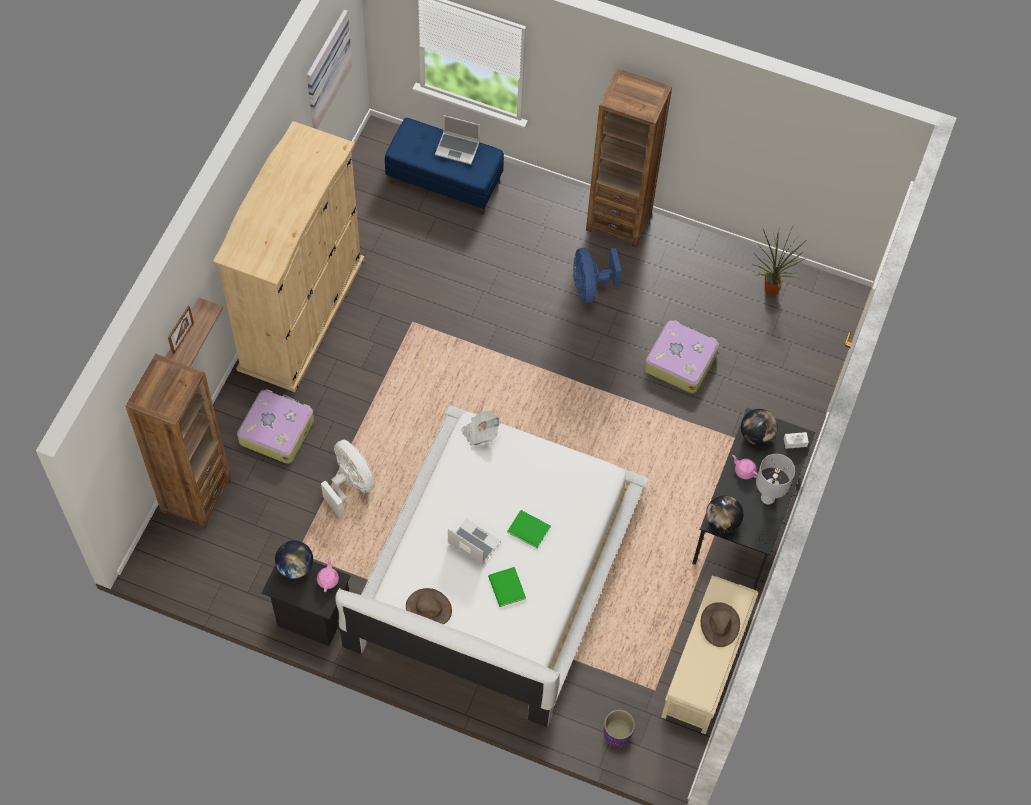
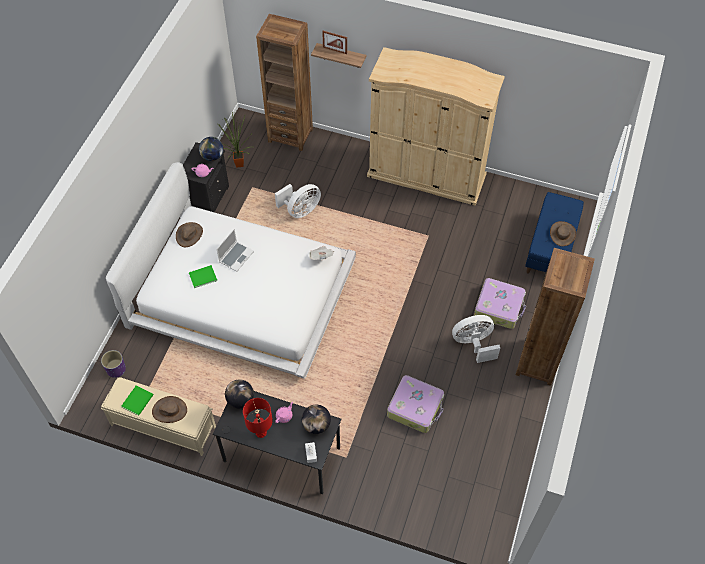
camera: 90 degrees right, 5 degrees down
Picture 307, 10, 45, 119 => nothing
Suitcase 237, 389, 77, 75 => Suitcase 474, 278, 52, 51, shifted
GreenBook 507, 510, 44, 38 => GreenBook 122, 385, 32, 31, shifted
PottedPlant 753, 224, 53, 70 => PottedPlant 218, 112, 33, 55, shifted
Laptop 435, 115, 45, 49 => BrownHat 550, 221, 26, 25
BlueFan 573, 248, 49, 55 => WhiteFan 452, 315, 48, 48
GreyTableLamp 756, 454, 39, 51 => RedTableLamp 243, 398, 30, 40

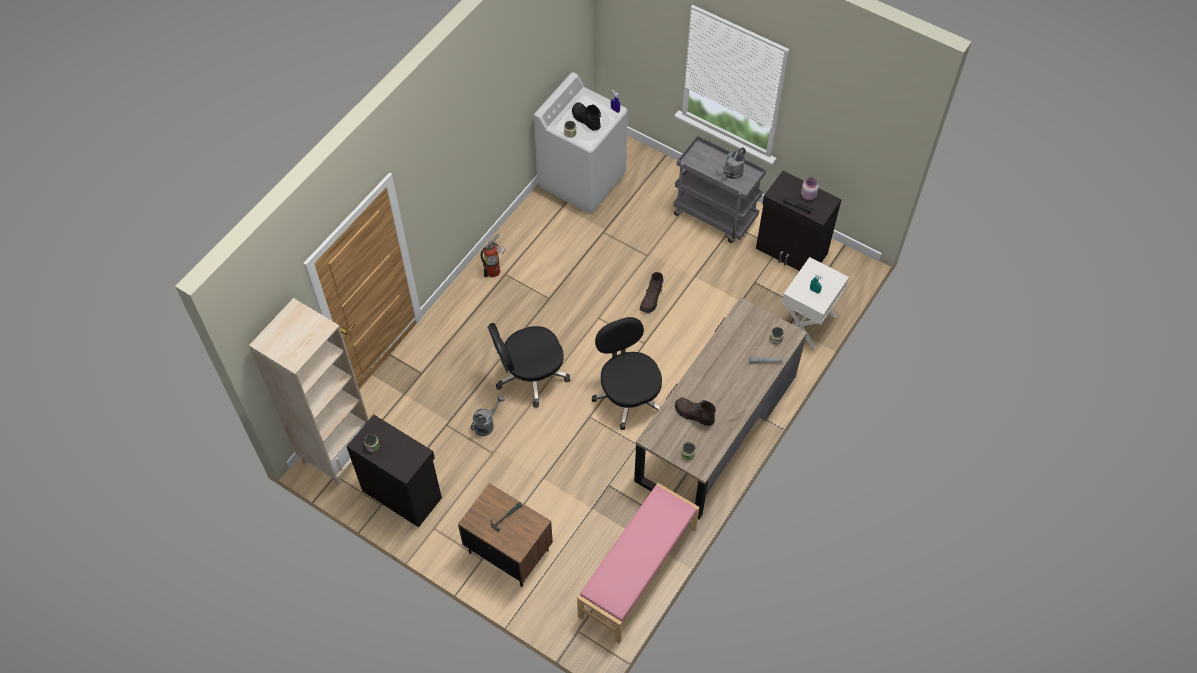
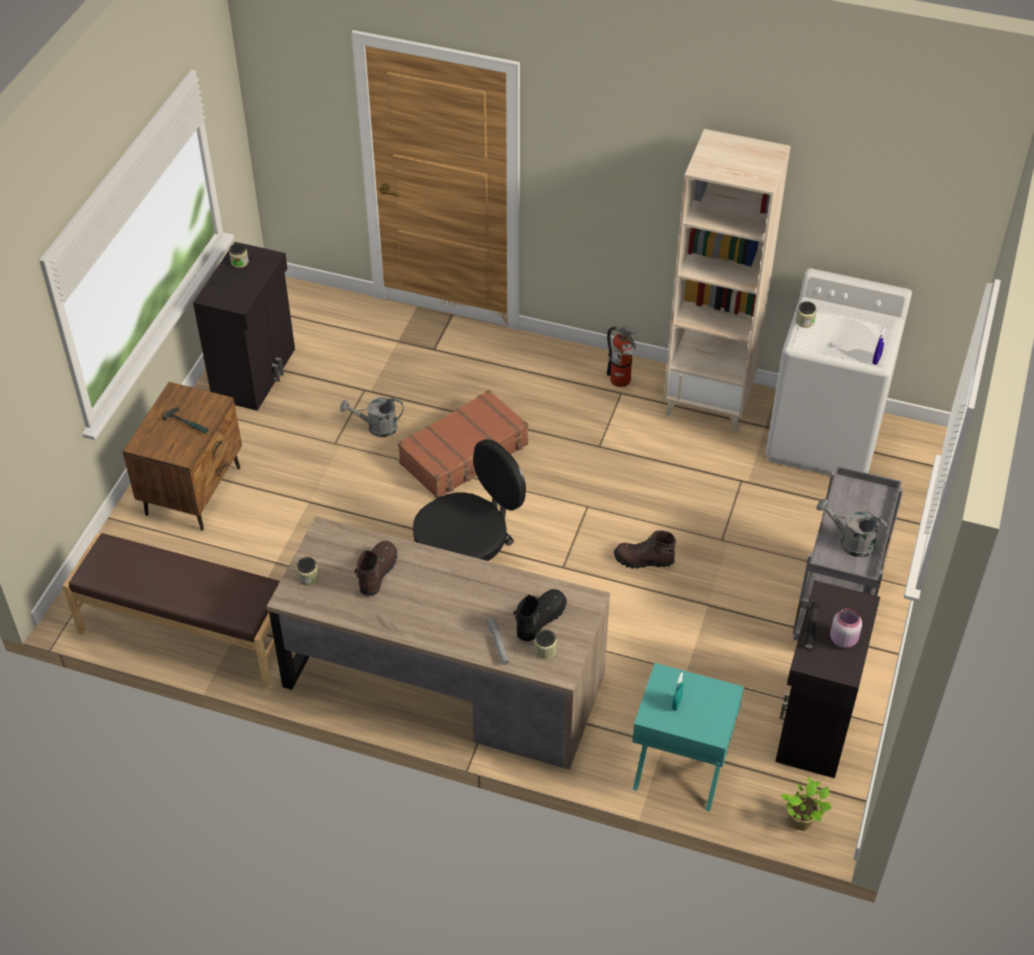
camera: 75 degrees right, 10 degrees down
nothing => PottedPlant 780, 777, 52, 53
BeigeBookcase 249, 298, 120, 188 => BeigeBookcase 664, 129, 127, 303, shifted
BlackBoot 572, 102, 29, 29 => BlackBoot 514, 589, 53, 53, shifted
BlackOfficeChair 488, 323, 82, 85 => BrownSuitcase 398, 390, 130, 108
PinkBench 577, 483, 123, 161 => BrownBench 63, 533, 217, 154
WhiteNightstand 782, 257, 67, 92 => TurquoiseNightstand 632, 663, 112, 149
GreyWateringCan 471, 395, 34, 41 => GreyWateringCan 340, 397, 63, 40, 150 degrees clockwise

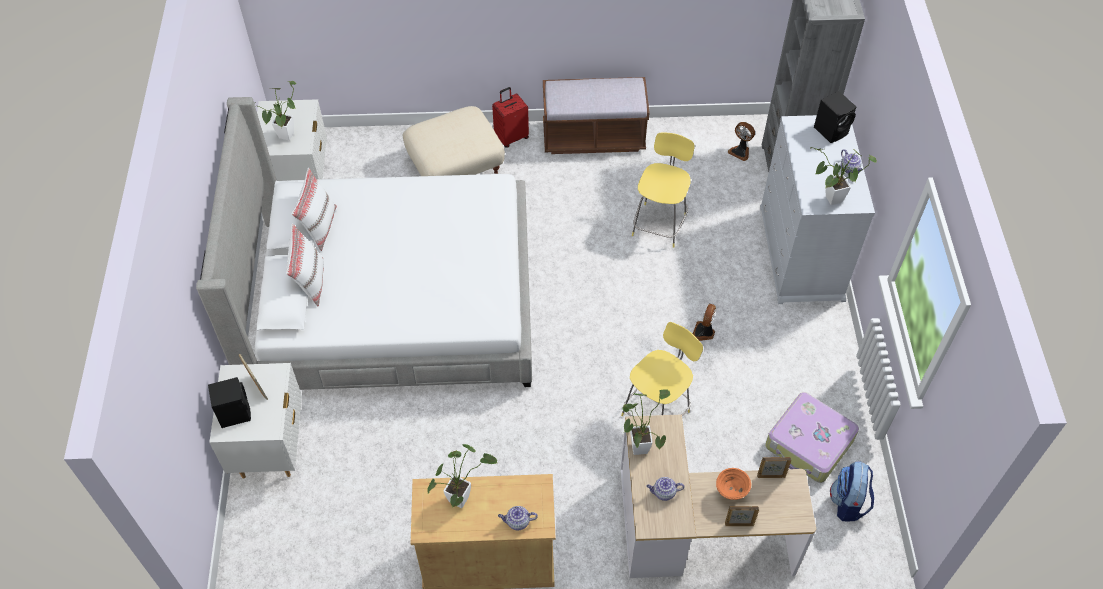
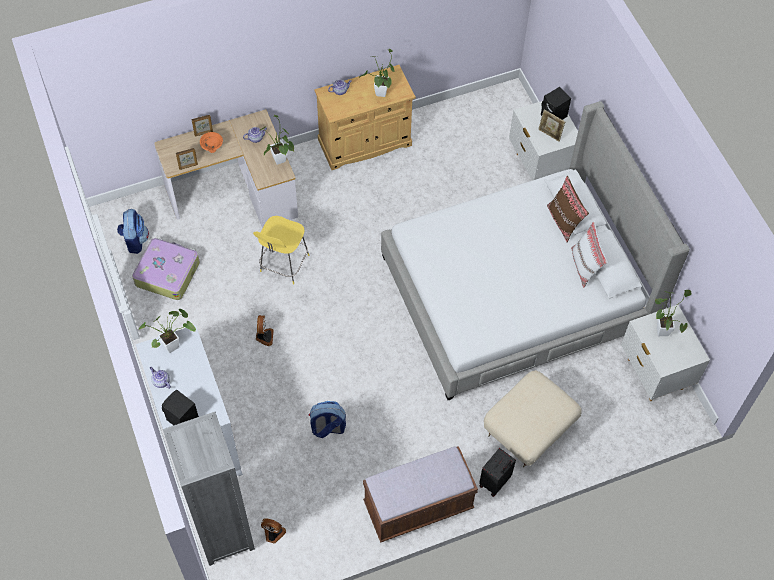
camera: 160 degrees right, 5 degrees up
YellowStool 632, 133, 63, 115 => Backpack 309, 401, 37, 38
WhitePillow 286, 223, 38, 83 => BrownPillow 547, 176, 42, 67
RedSuitcase 492, 87, 37, 60 => BlackSuitcase 479, 448, 37, 48

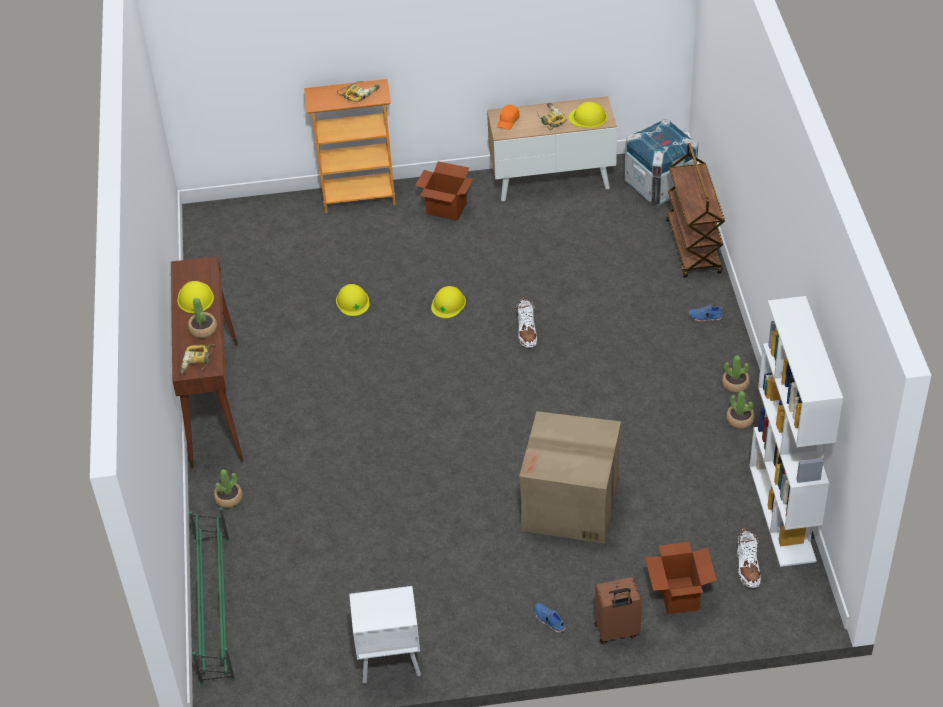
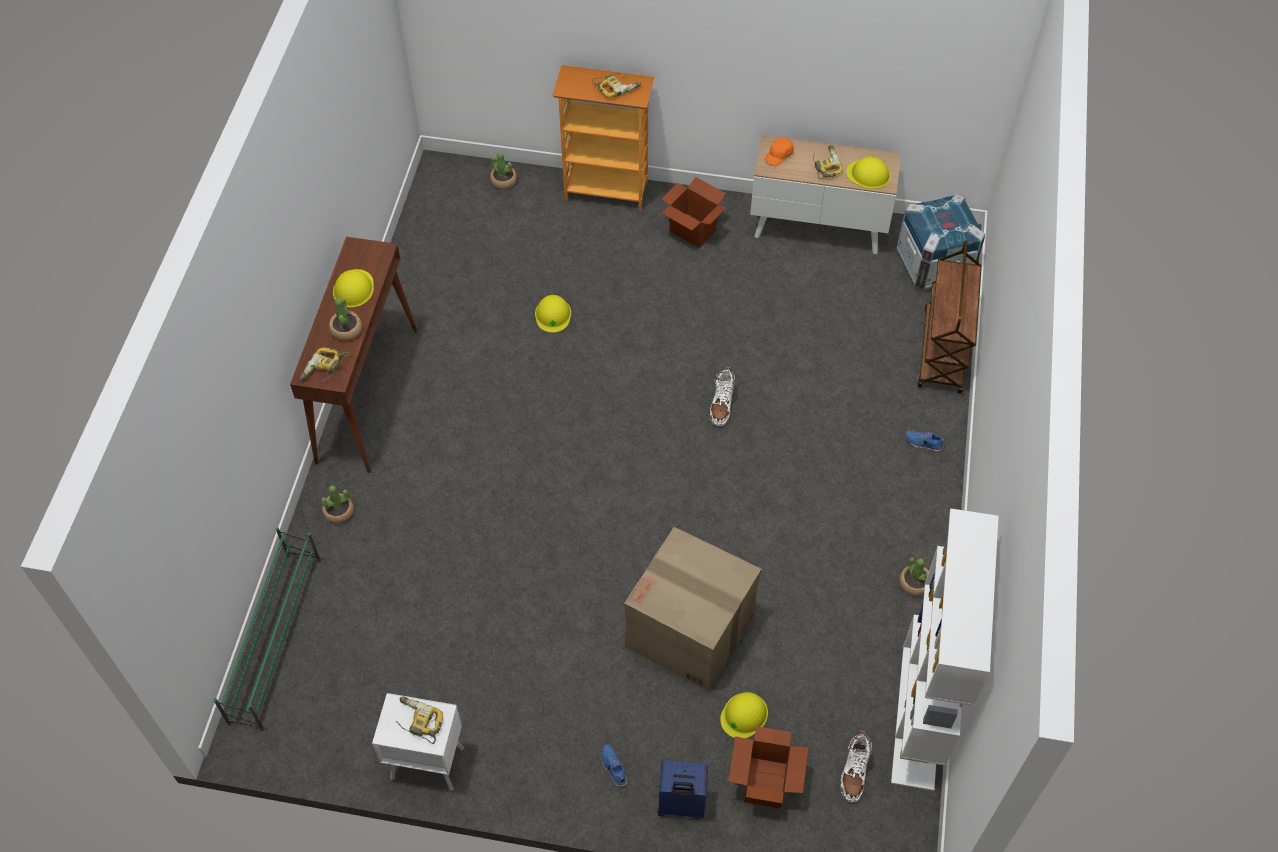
camera: 15 degrees right, 10 degrees up
nothing => PowerDrill 396, 696, 47, 48
YellowHardHat 431, 286, 35, 32 => YellowHardHat 720, 692, 48, 46, shifted
PottedPlant 722, 356, 28, 37 => PottedPlant 490, 152, 27, 38, shifted
BrownSuitcase 595, 577, 47, 67 => BlueSuitcase 658, 760, 50, 59

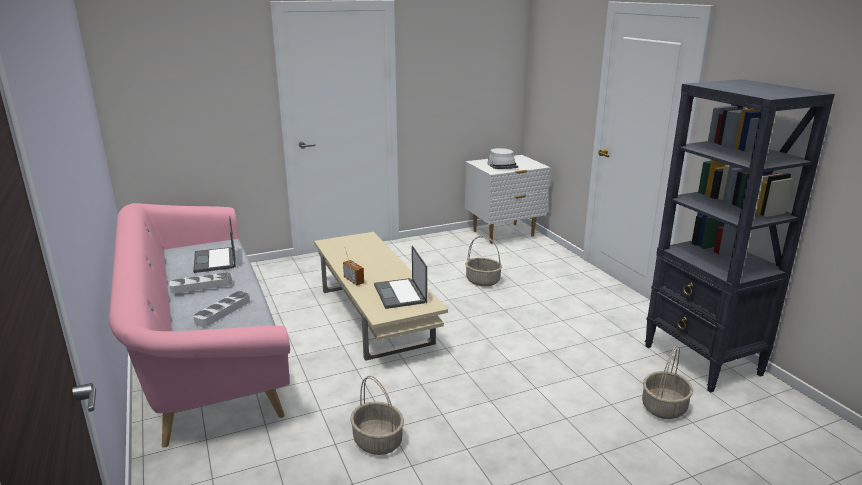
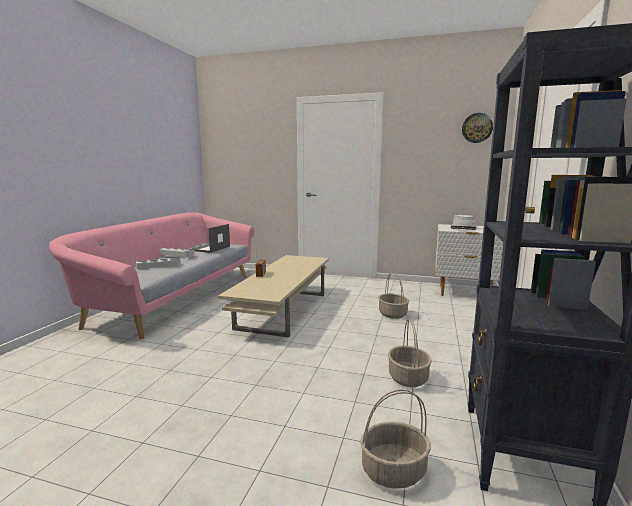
camera: 40 degrees right, 10 degrees down
Laptop 374, 246, 53, 63 => nothing
nothing => WallClock 462, 113, 31, 30
Basket 350, 376, 54, 79 => Basket 388, 318, 44, 69, shifted

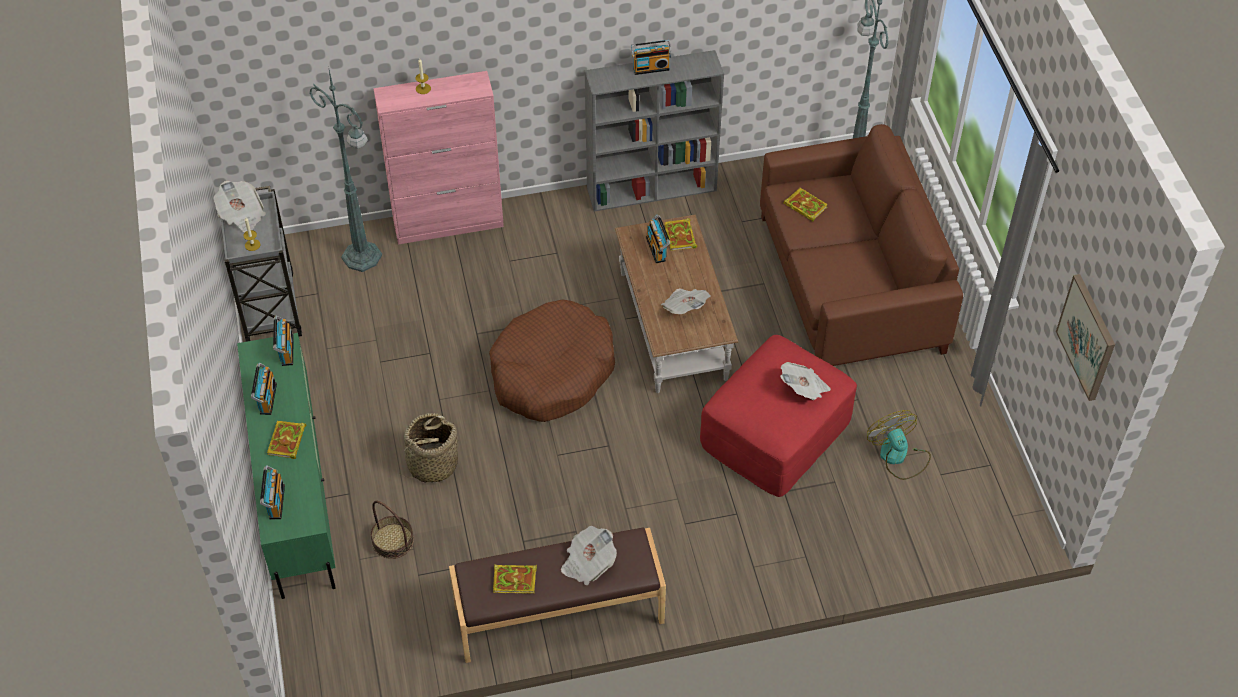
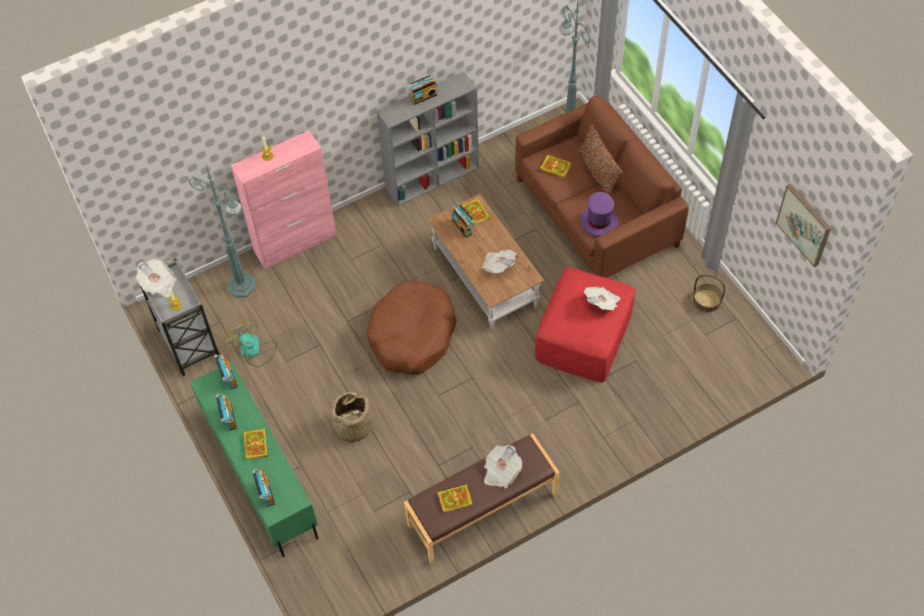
camera: 15 degrees left, 5 degrees up
nothing => BrownPillow 578, 123, 45, 72
nothing => PurpleHat 580, 192, 38, 44
Basket 371, 501, 43, 58 => Basket 692, 275, 33, 38, shifted
Fan 867, 410, 64, 70 => Fan 225, 319, 52, 48, shifted

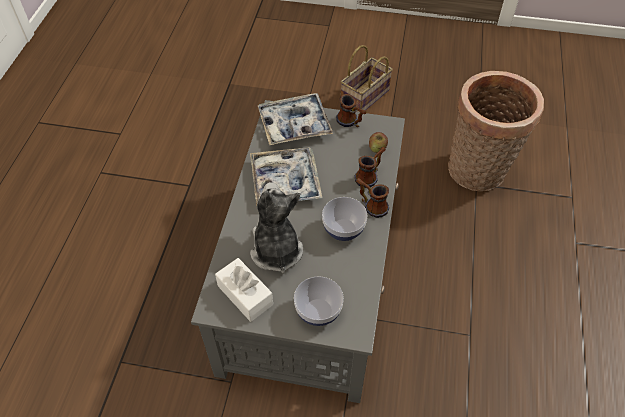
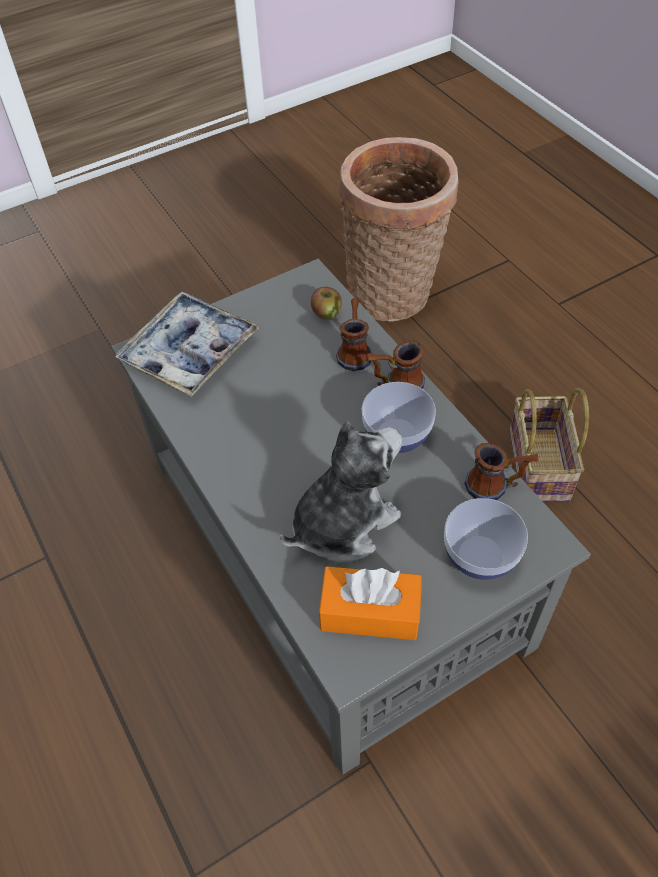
camera: 40 degrees left, 0 degrees up
Tray 250, 147, 72, 59 => nothing
Mug 336, 94, 31, 34 => Mug 465, 443, 74, 57, shifted
Basket 341, 45, 52, 67 => Basket 509, 388, 80, 114, shifted
WhiteTissueBox 215, 258, 58, 64 => OrangeTissueBox 319, 566, 102, 74
PlushToy 250, 182, 53, 92 => PlushToy 280, 422, 122, 141, 105 degrees clockwise

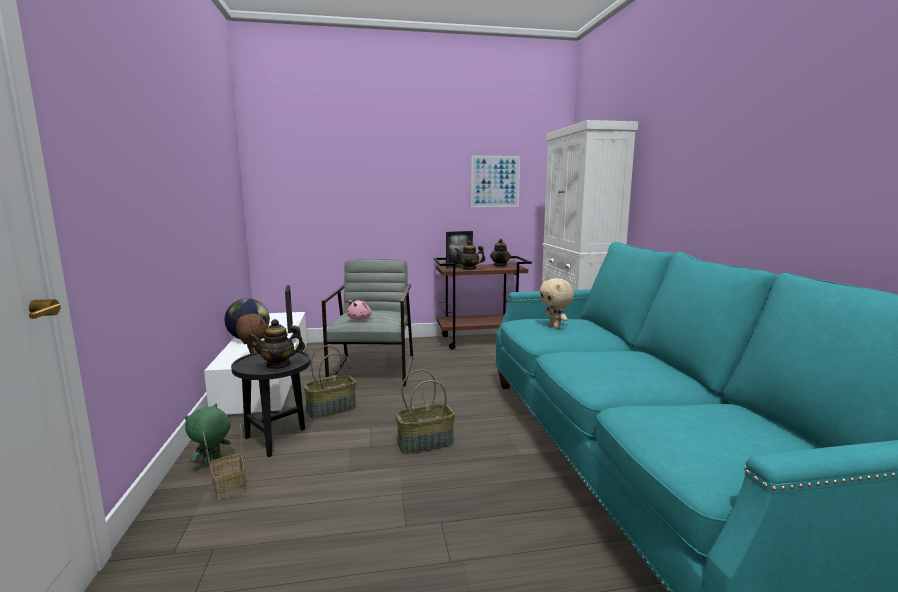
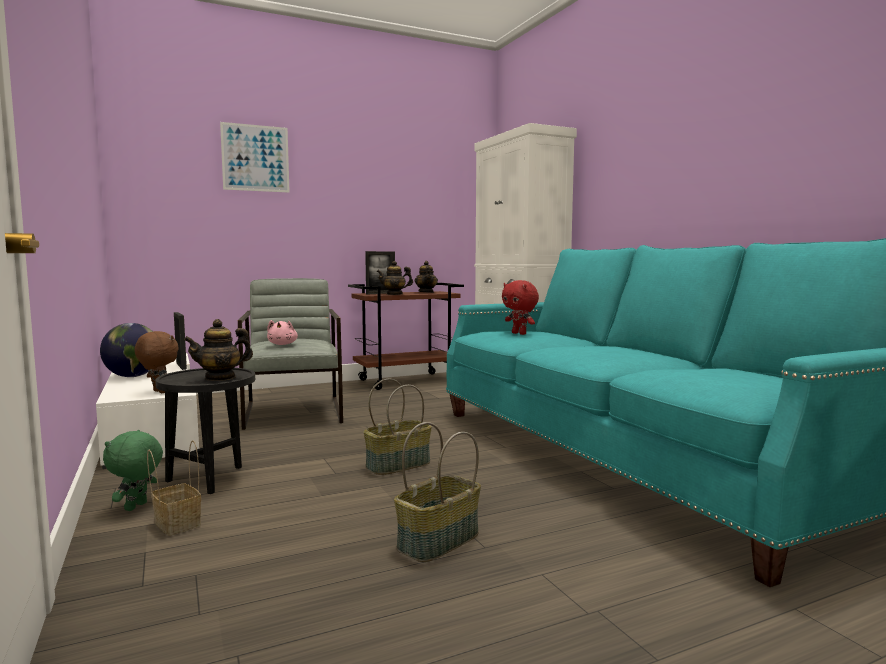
camera: 15 degrees left, 5 degrees down
Basket 303, 345, 53, 74 => Basket 394, 422, 87, 140, shifted
Picture 471, 155, 49, 52 => Picture 220, 122, 70, 71, shifted
BeigePlushToy 540, 278, 34, 51 => RedPlushToy 502, 280, 37, 55

